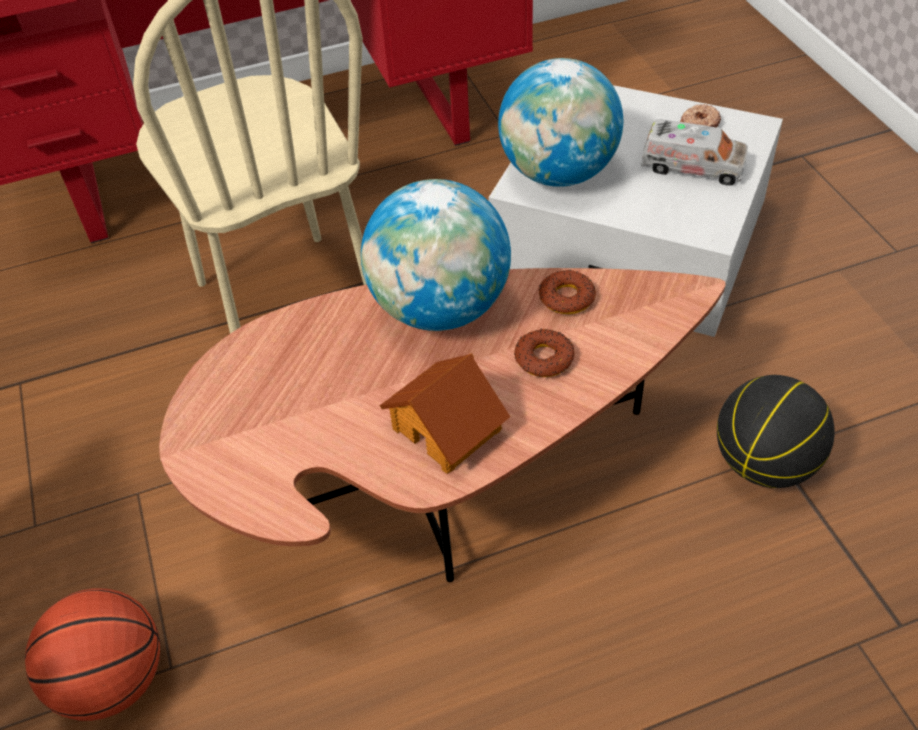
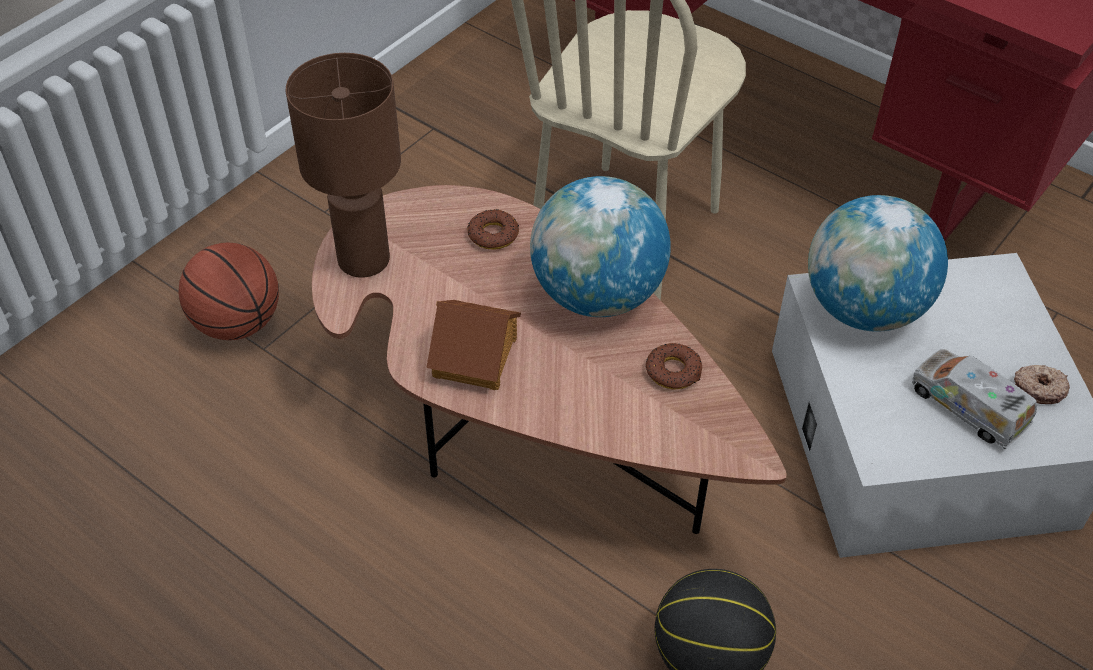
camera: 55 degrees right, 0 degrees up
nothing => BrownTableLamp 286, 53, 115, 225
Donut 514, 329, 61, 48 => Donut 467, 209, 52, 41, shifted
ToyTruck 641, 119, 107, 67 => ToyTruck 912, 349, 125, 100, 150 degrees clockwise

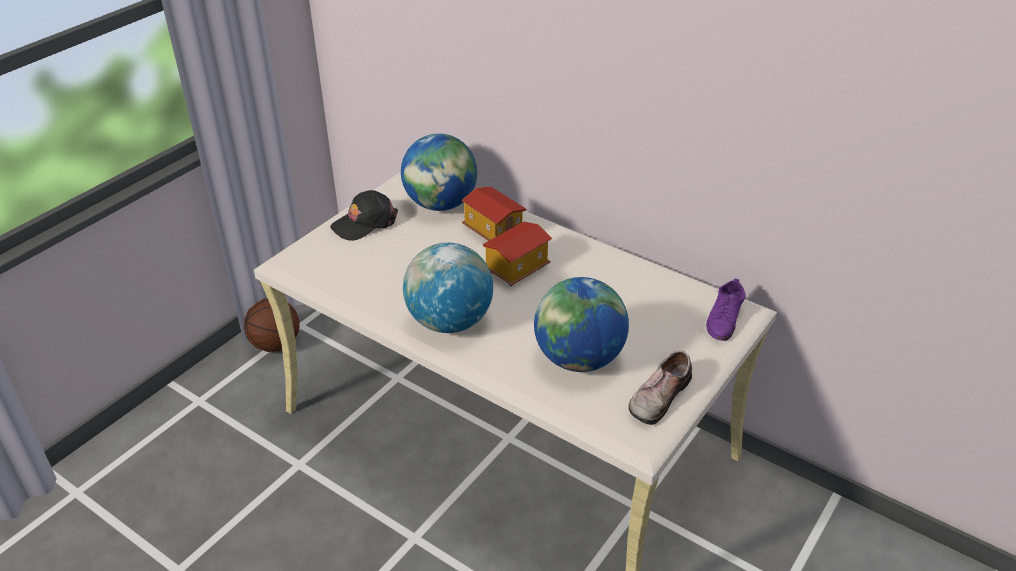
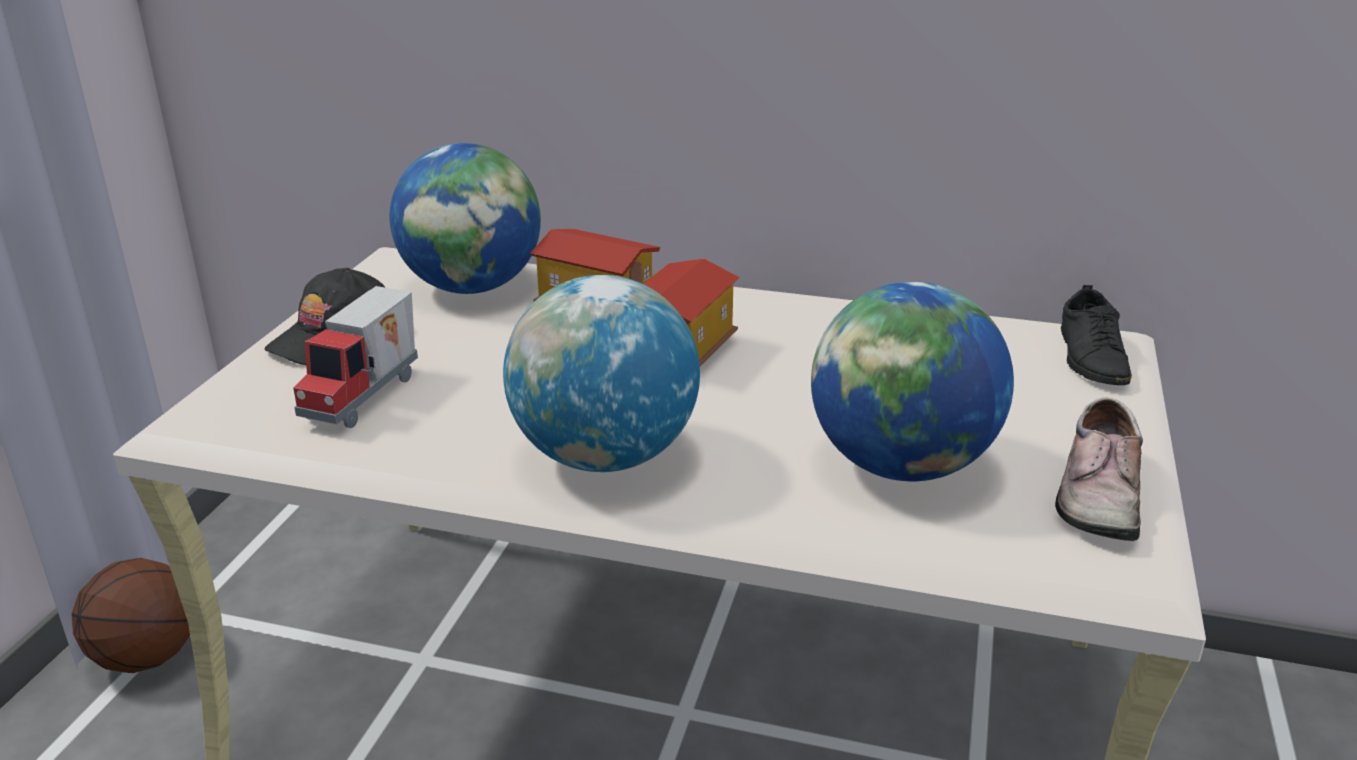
camera: 20 degrees left, 10 degrees down
nothing => ToyTruck 293, 286, 125, 142
PurpleShoe 706, 278, 40, 63 => BlackShoe 1061, 285, 71, 100

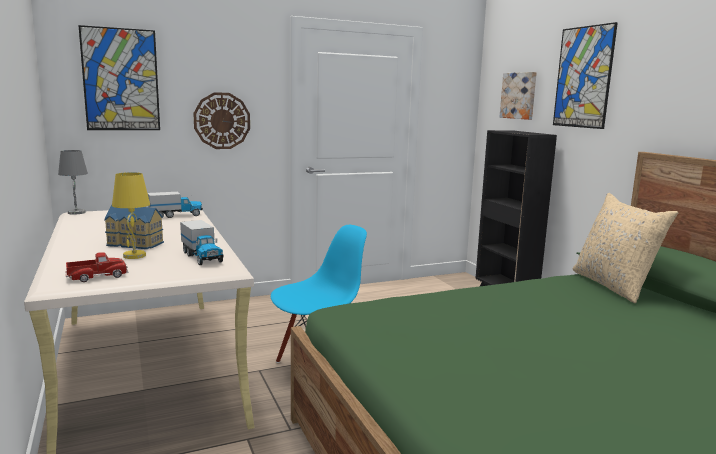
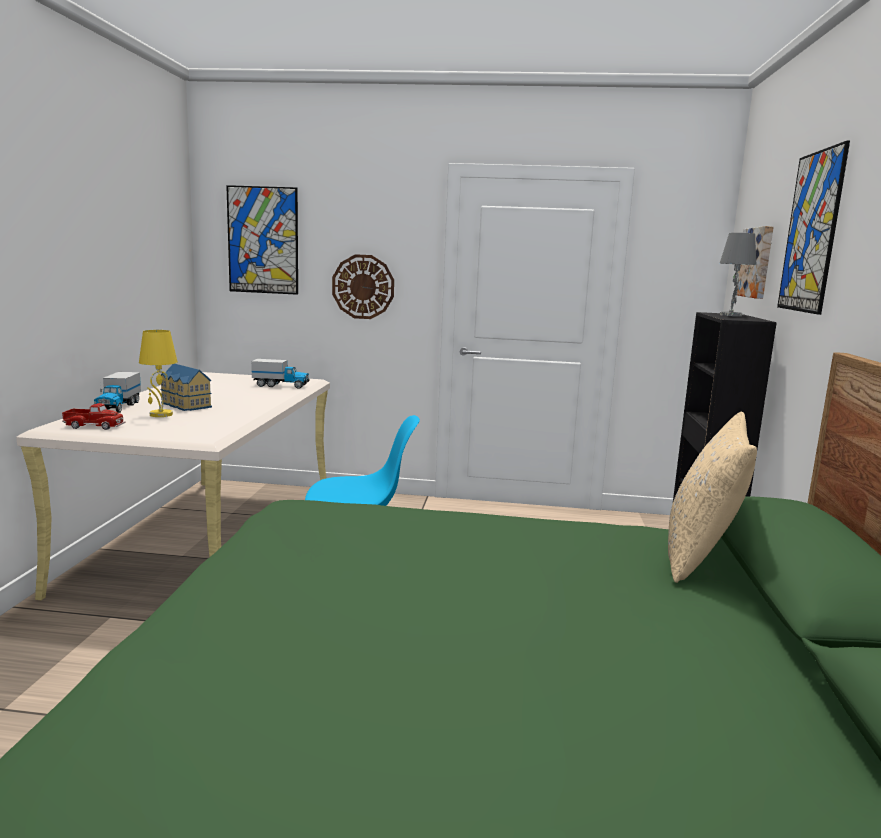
camera: 30 degrees right, 0 degrees up
GreyTableLamp 58, 150, 30, 65 => GreyTableLamp 720, 233, 37, 84, shifted
ToyTruck 180, 220, 44, 45 => ToyTruck 93, 372, 48, 41, shifted

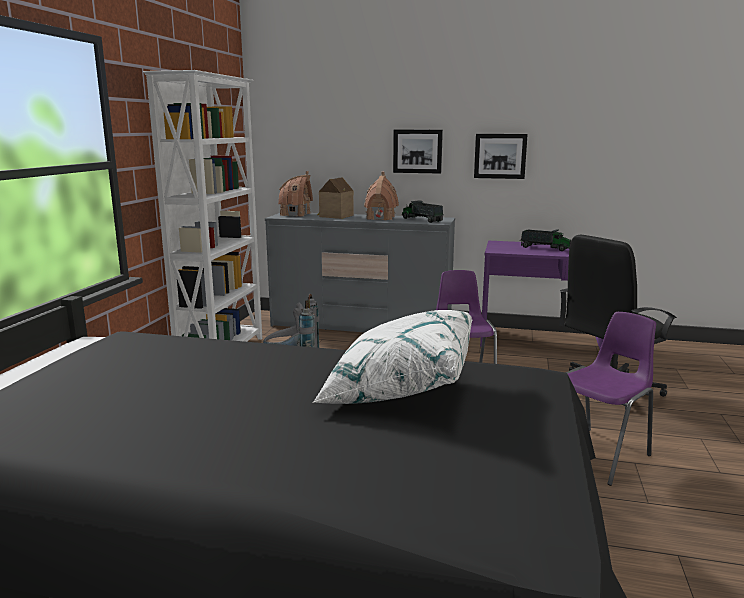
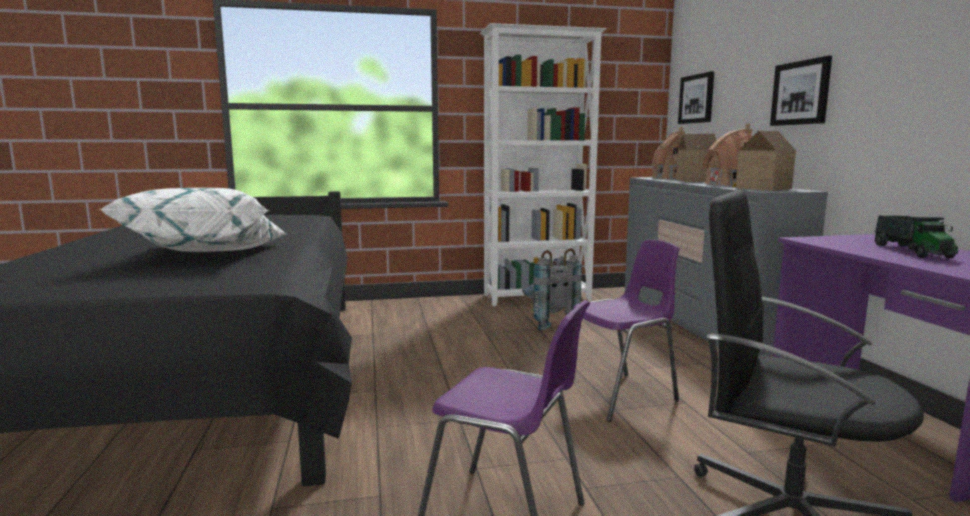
camera: 65 degrees right, 5 degrees down
Picture 474, 134, 54, 45 => Picture 678, 71, 36, 53, shifted
ToyTruck 402, 200, 42, 23 => ToyHouse 732, 131, 64, 60

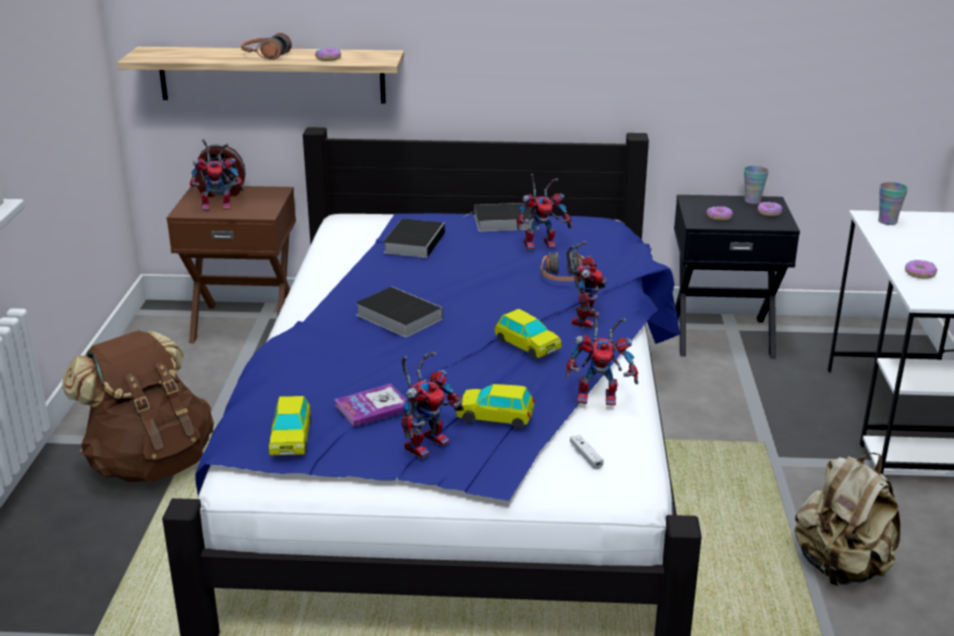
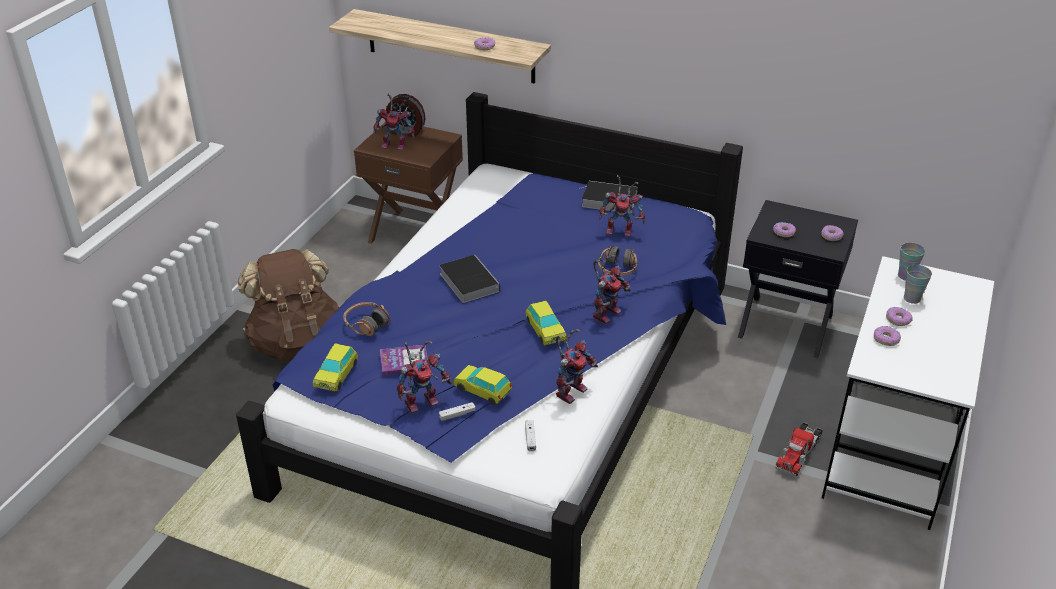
camera: 20 degrees right, 10 degrees up
Book 383, 219, 62, 39 => nothing
BeigeBackpack 794, 453, 106, 133 => nothing
nothing => WhiteGameController 439, 402, 37, 19
nothing => ToyTruck 776, 422, 47, 55
nothing => Donut 886, 307, 27, 19
Headphones 241, 33, 51, 27 => Headphones 343, 302, 47, 34, shifted
Cup 744, 166, 25, 38 => Cup 904, 265, 28, 39, shifted
ToyRobot 566, 309, 72, 97 => ToyRobot 555, 329, 43, 75, 75 degrees counterclockwise

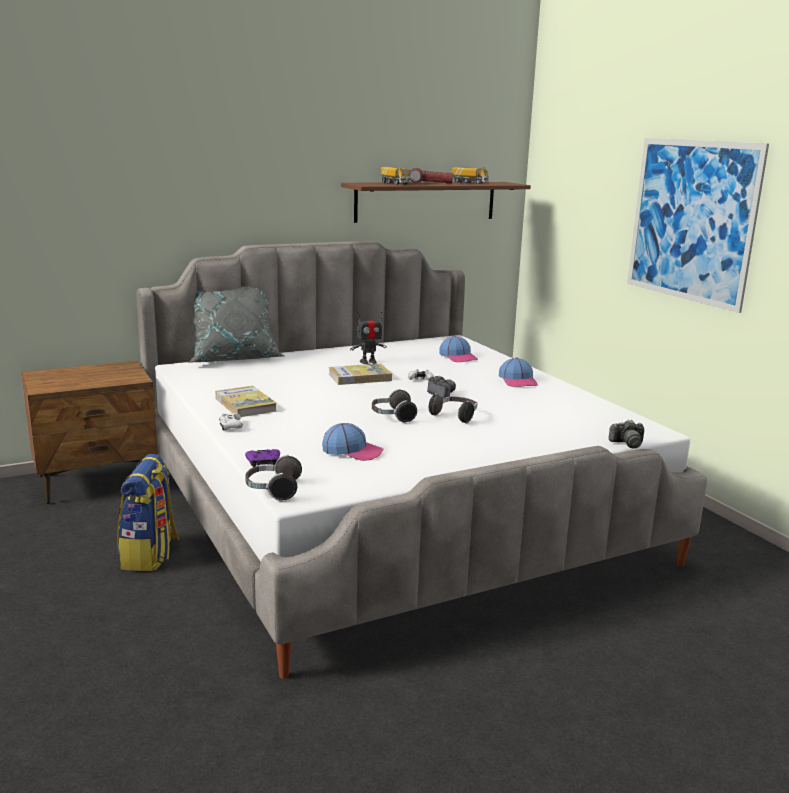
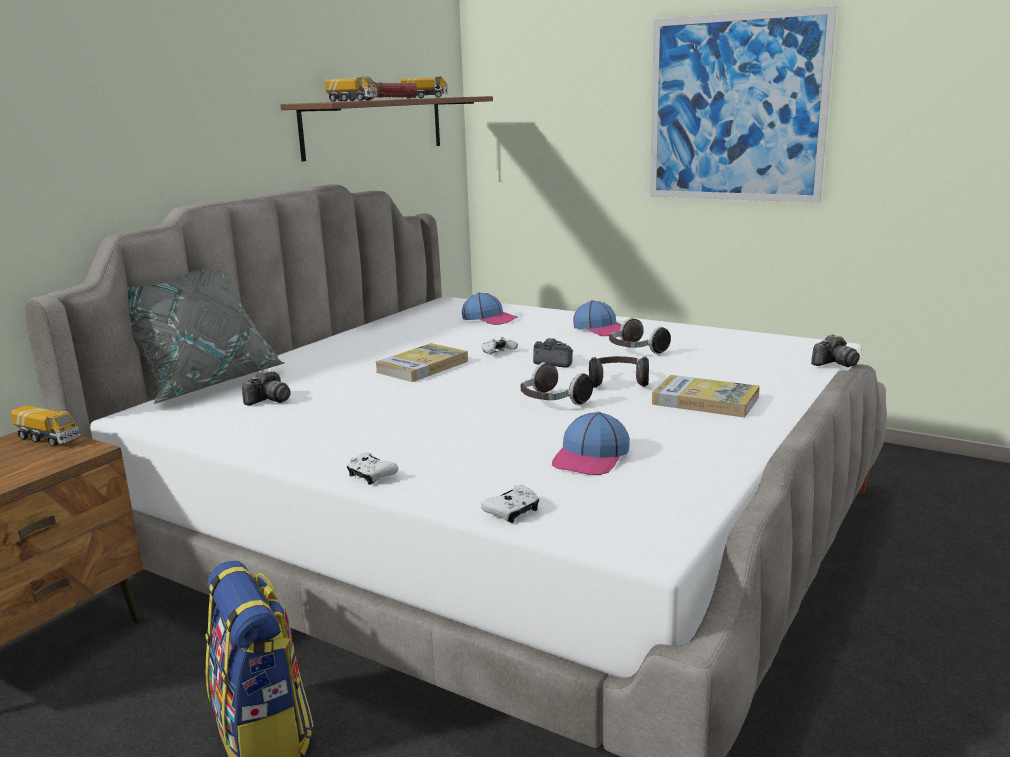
camera: 30 degrees left, 0 degrees up
ToyRobot 350, 312, 37, 52 => nothing
nothing => ToyTruck 11, 405, 69, 42
nothing => PhotoCamera 242, 370, 49, 36
Book 215, 386, 62, 31 => Book 652, 375, 108, 42, shifted
Headphones 245, 455, 57, 46 => Headphones 609, 318, 62, 37, shifted
PurpleGameController 245, 449, 35, 18 => WhiteGameController 481, 485, 58, 38
Cap 322, 423, 62, 38 => Cap 552, 412, 78, 63, 135 degrees clockwise

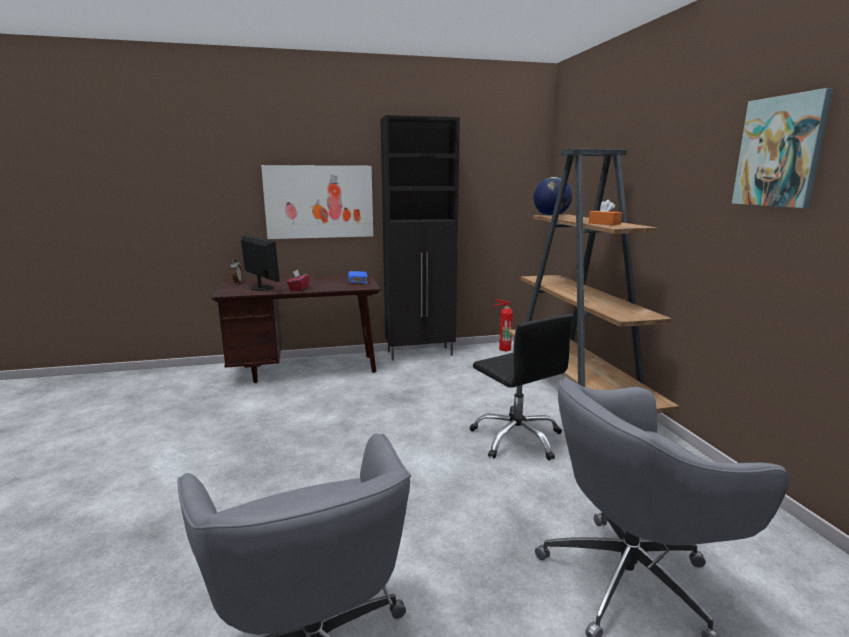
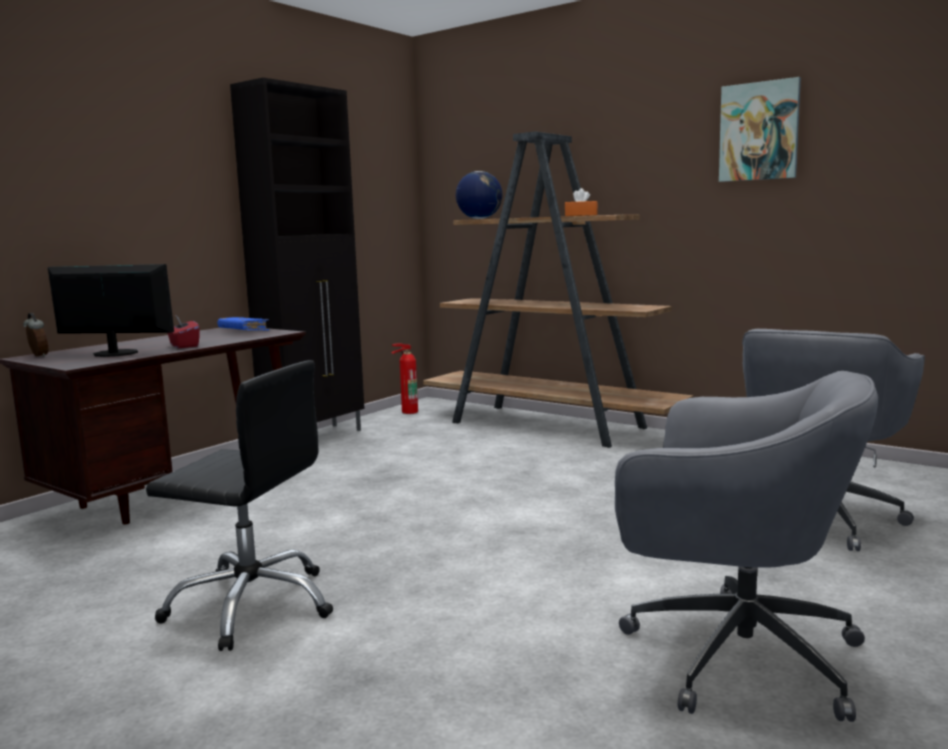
camera: 40 degrees left, 5 degrees down
Picture 261, 165, 112, 74 => nothing
BlackOfficeChair 470, 314, 103, 146 => BlackOfficeChair 146, 360, 187, 291, shifted

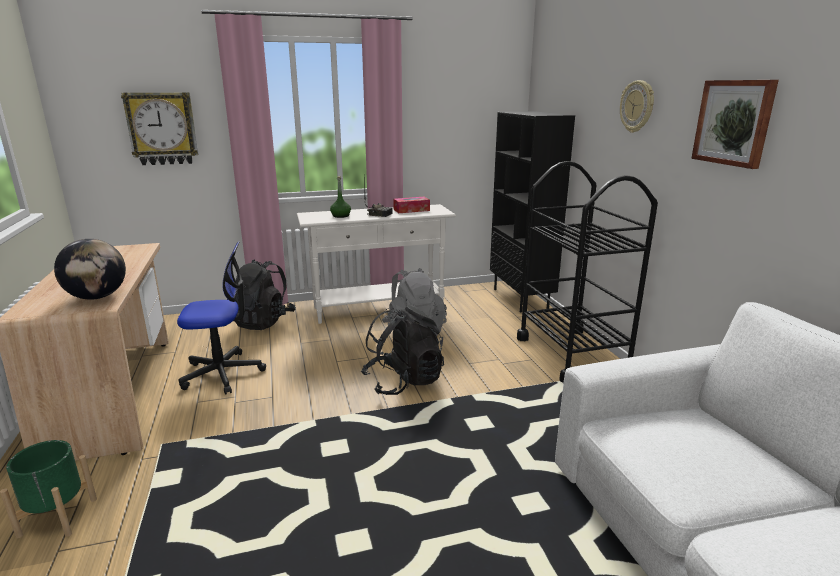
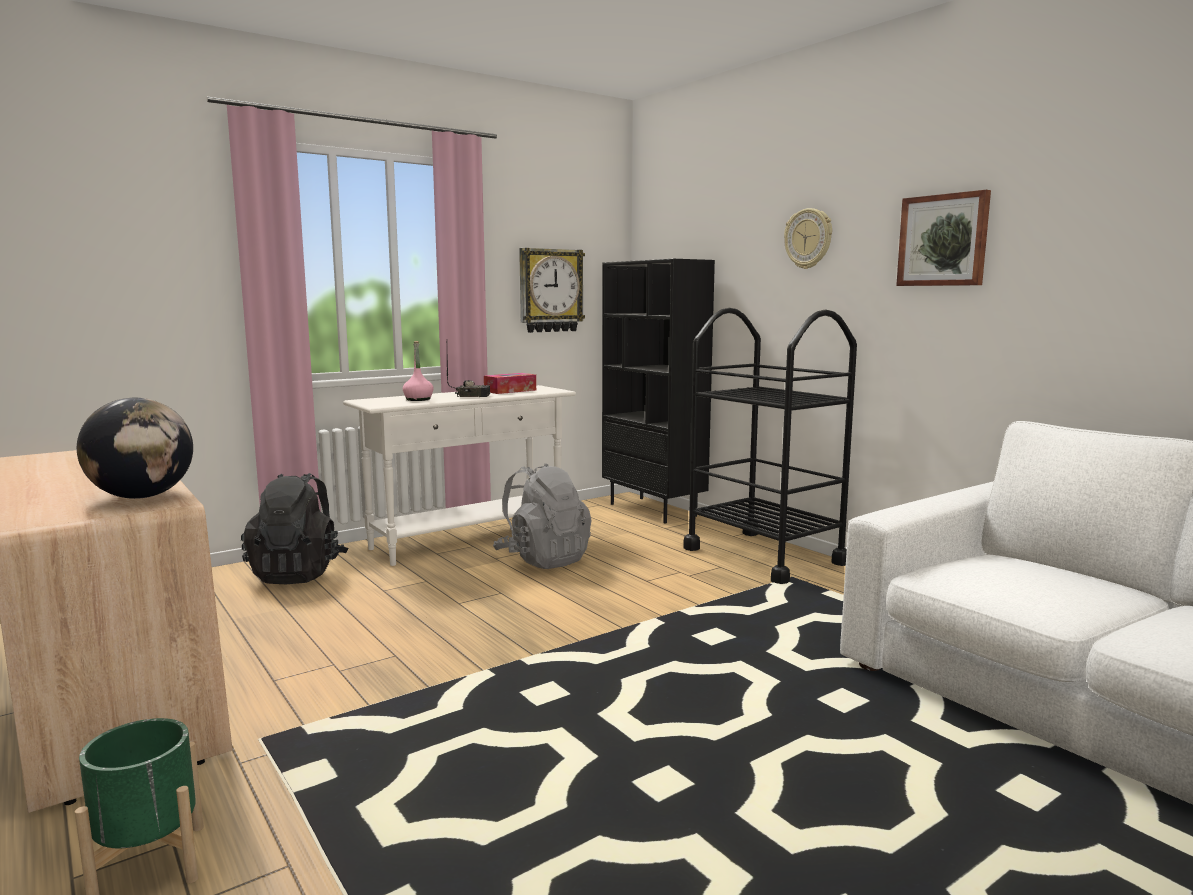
camera: 20 degrees left, 10 degrees down
OfficeChair 177, 241, 89, 154 => nothing
BlackBackpack 361, 305, 83, 90 => nothing
WallClock 121, 92, 77, 73 => WallClock 519, 248, 66, 85, shifted
GreenBottle 330, 176, 21, 42 => PinkBottle 403, 341, 31, 60

